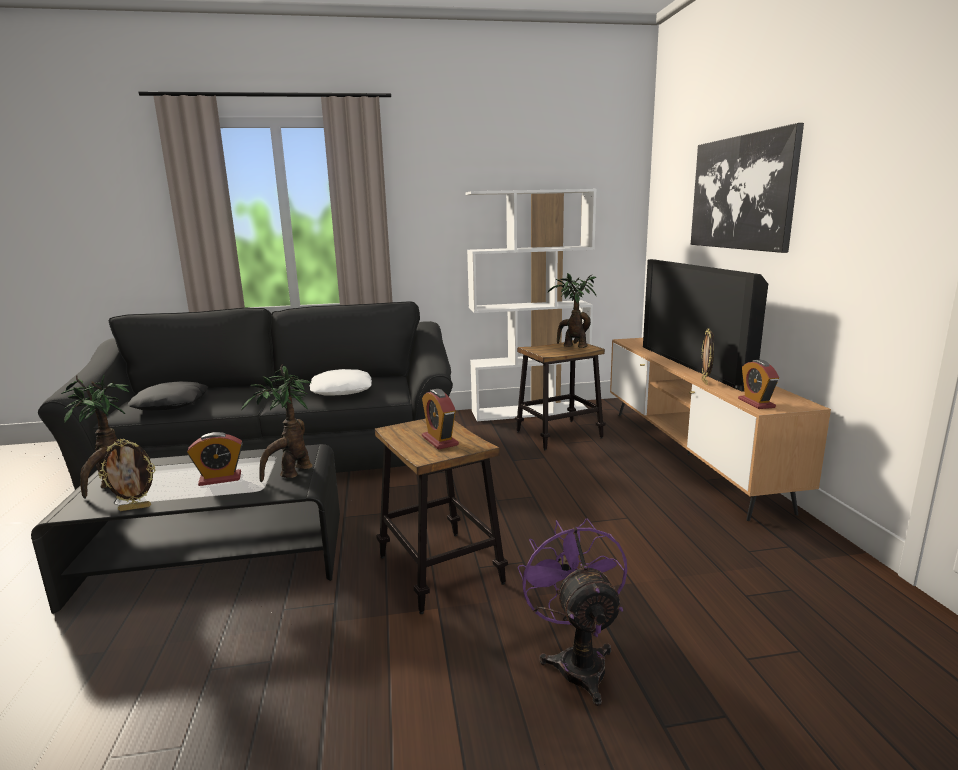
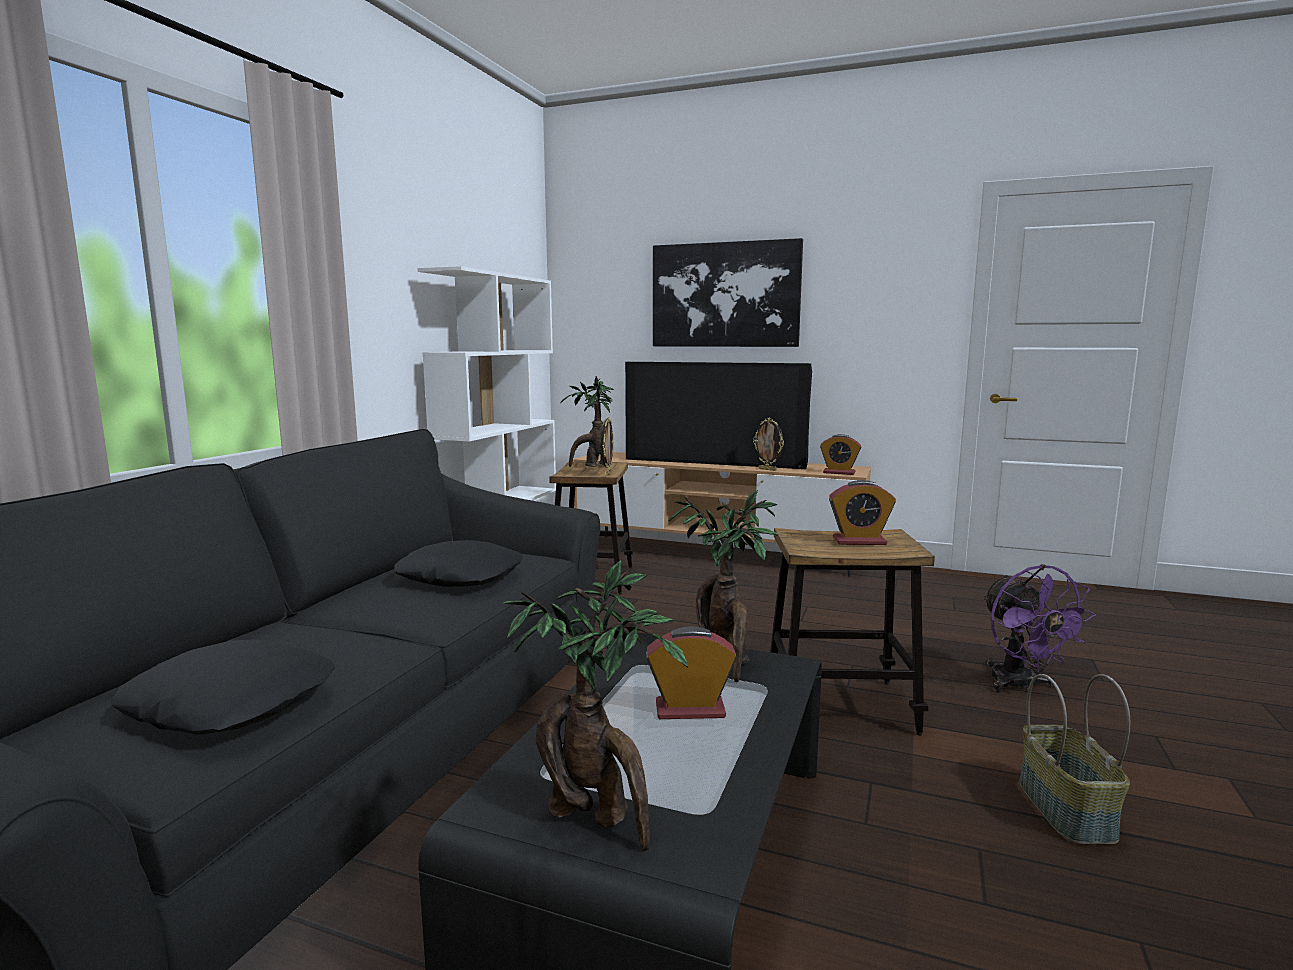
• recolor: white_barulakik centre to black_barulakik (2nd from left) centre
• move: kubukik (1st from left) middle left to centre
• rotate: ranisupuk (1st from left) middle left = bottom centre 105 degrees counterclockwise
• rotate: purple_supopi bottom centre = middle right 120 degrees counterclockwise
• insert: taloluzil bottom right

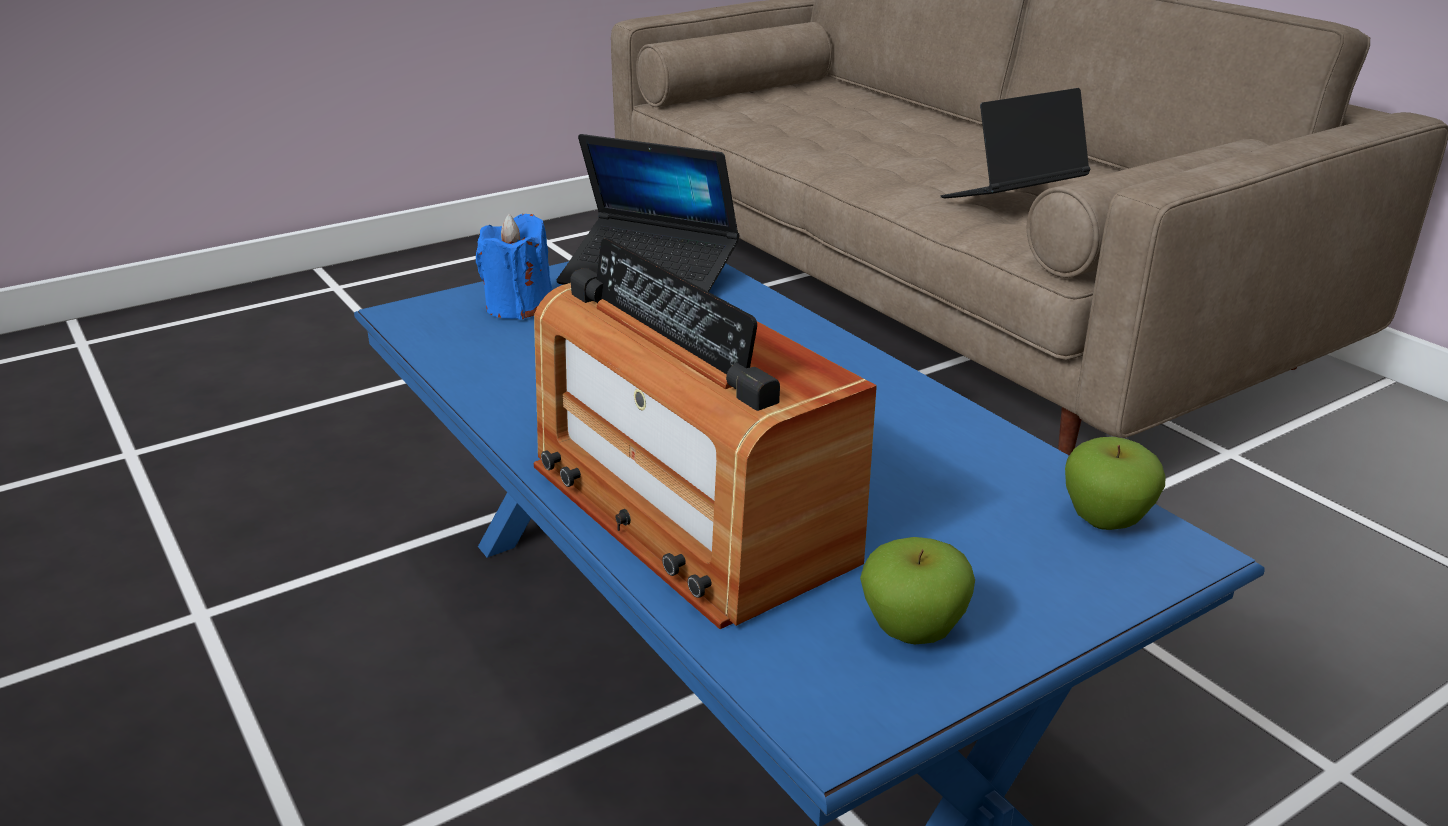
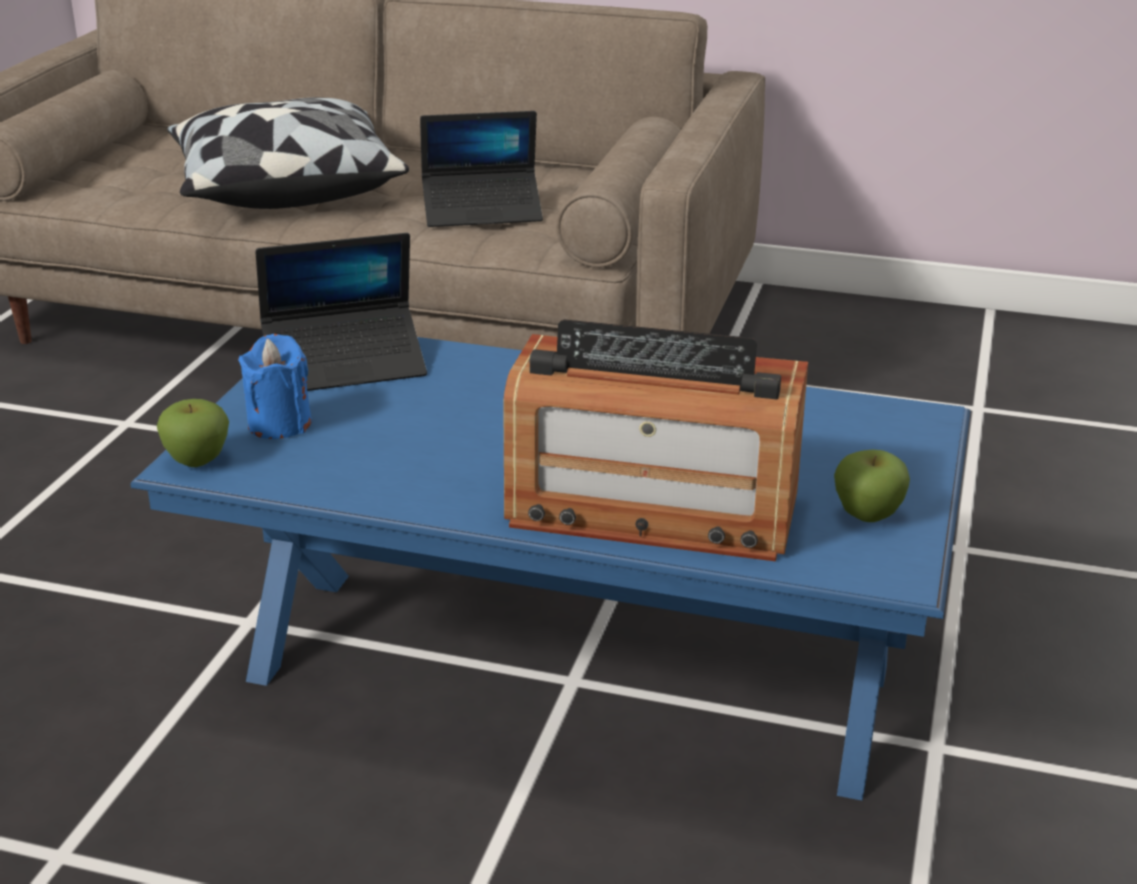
• move: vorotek (2nd from left in the first image) middle right to vorotek (1st from left) middle left
• insert: barulakik top left
• rotate: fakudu (2nd from left) top right = top centre 120 degrees counterclockwise

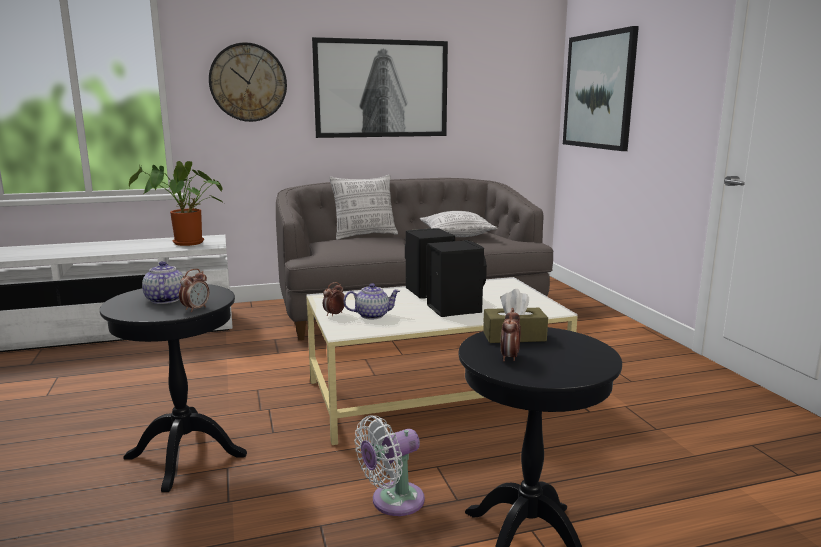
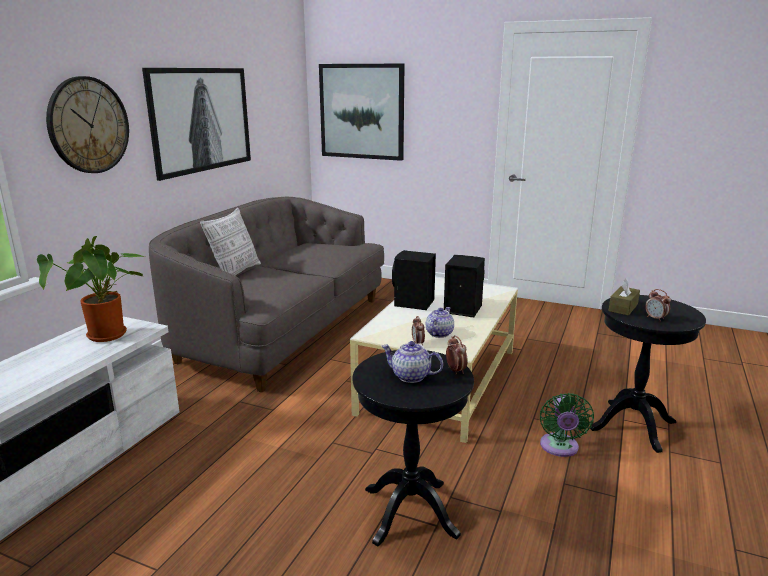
• recolor: white_supopi bottom centre to green_supopi bottom right
• delete: barulakik (2nd from left) centre

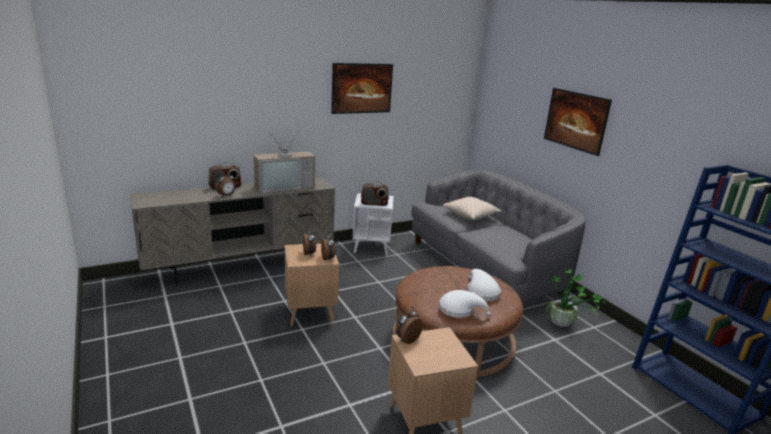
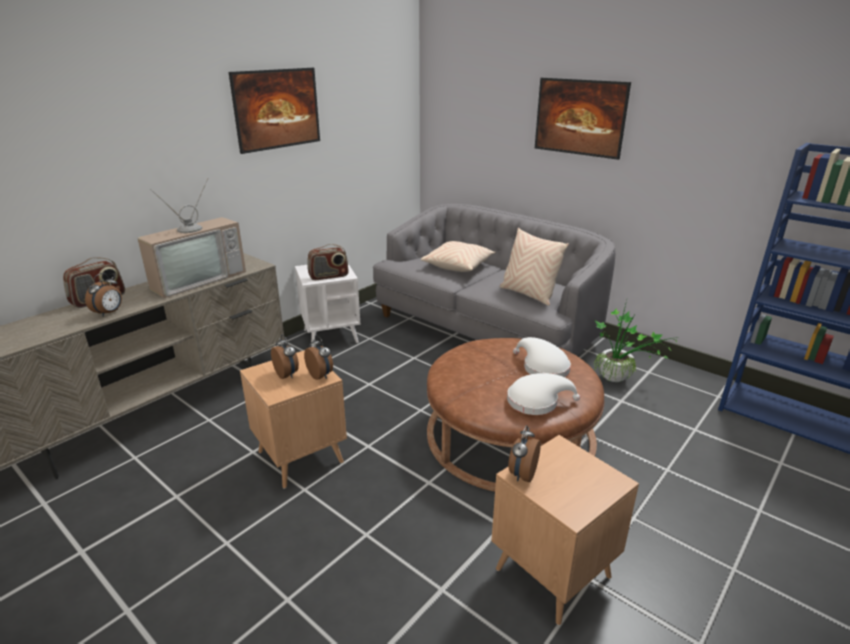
• insert: beige_barulakik (2nd from left) centre

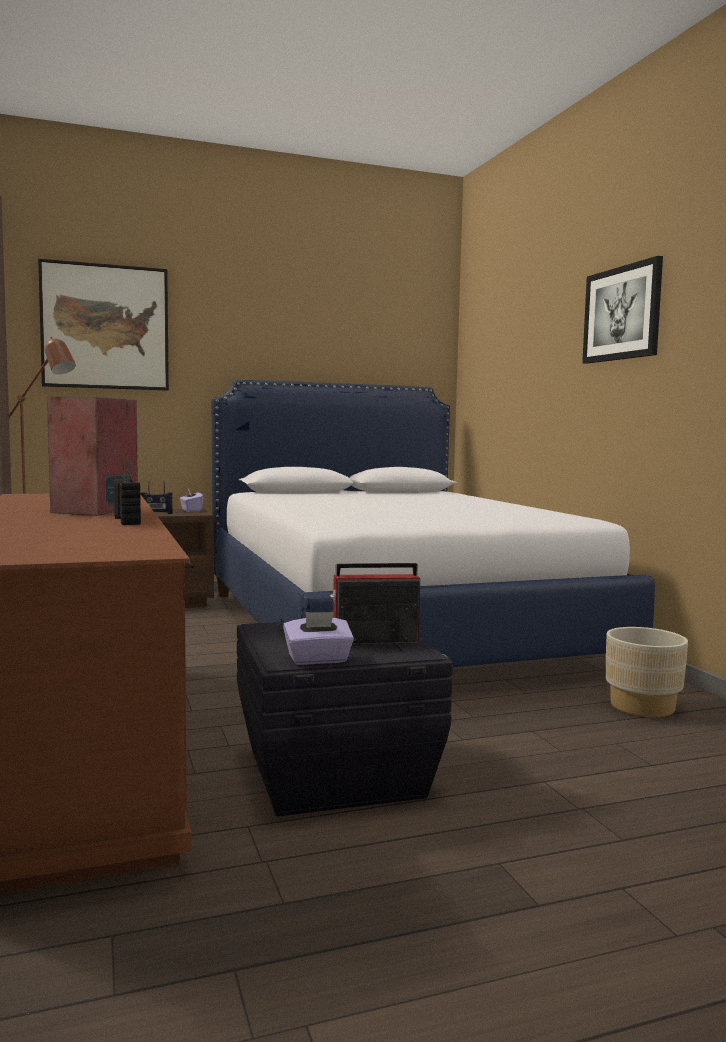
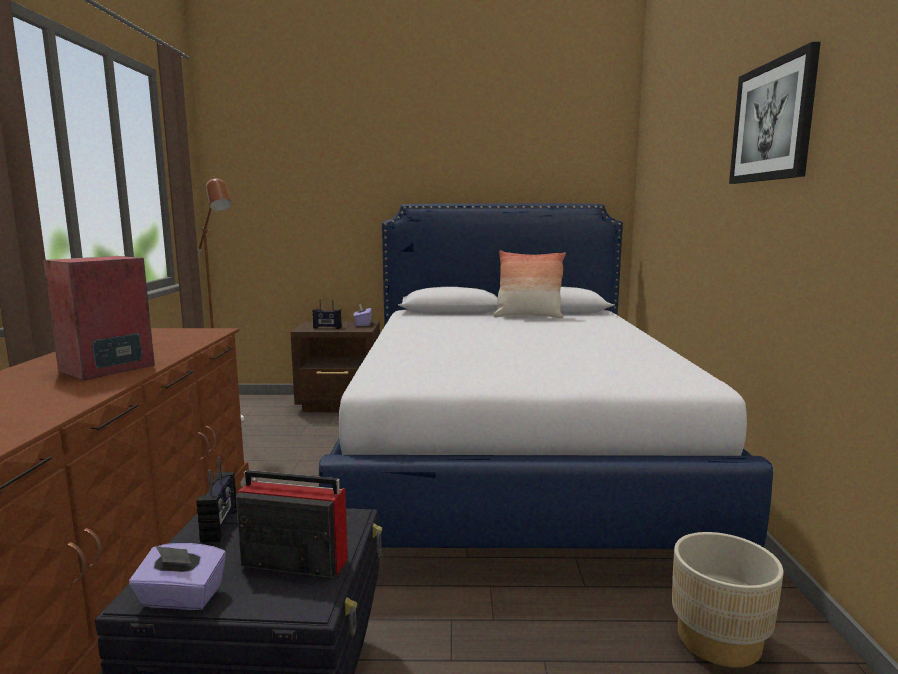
• move: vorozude (1st from left) middle left to bottom left
• insert: barulakik centre
• delete: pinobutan (1st from left) top left

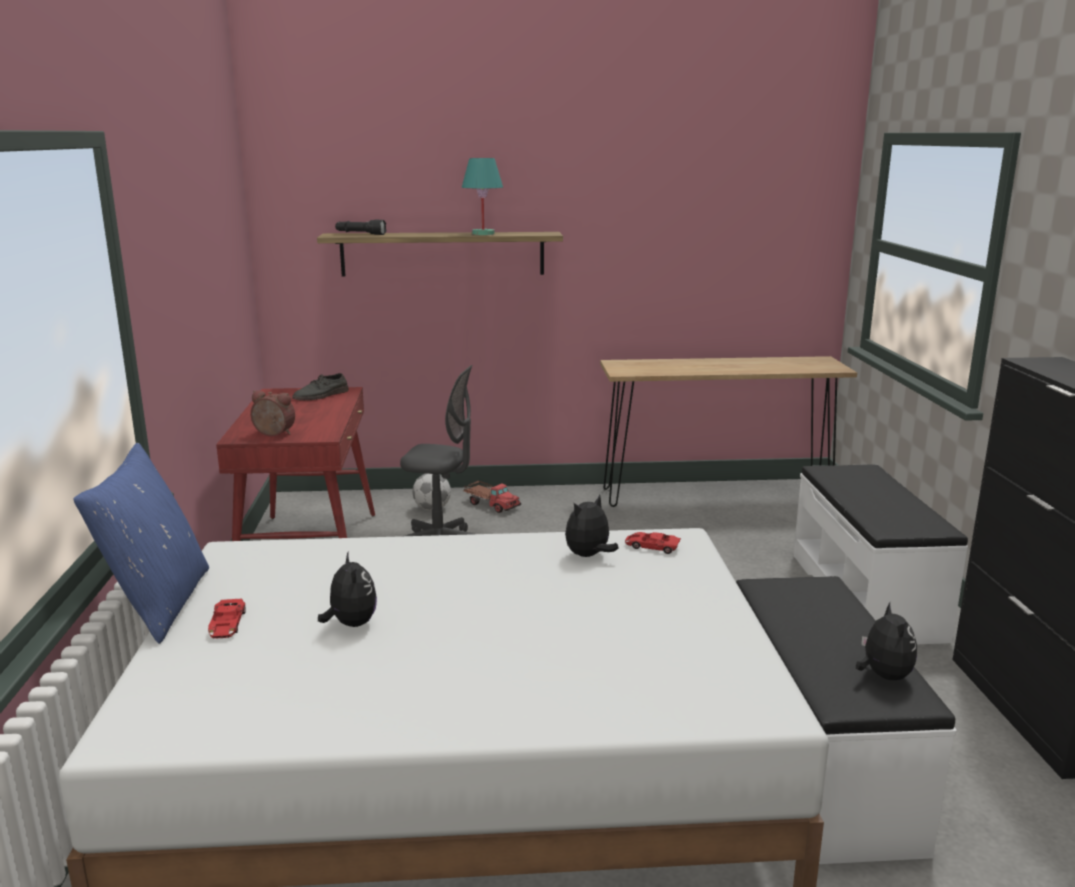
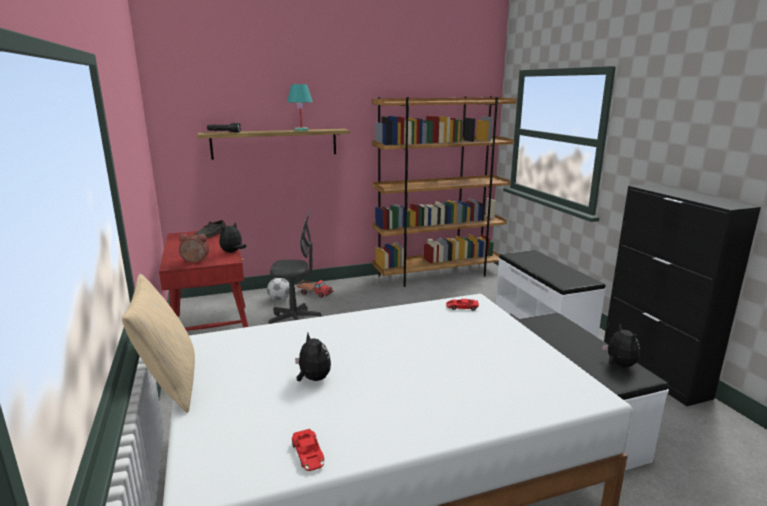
• recolor: blue_barulakik middle left to beige_barulakik bottom left
• move: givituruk (2nd from left in the first image) centre to givituruk (1st from left) middle left
• move: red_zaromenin (1st from left) bottom left to bottom centre
• replace: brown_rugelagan middle right to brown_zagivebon centre

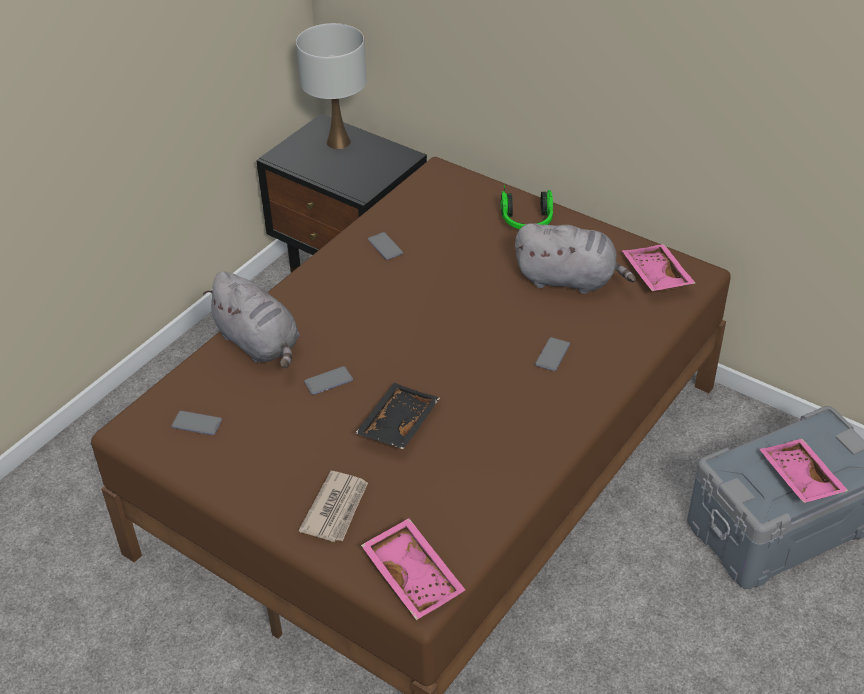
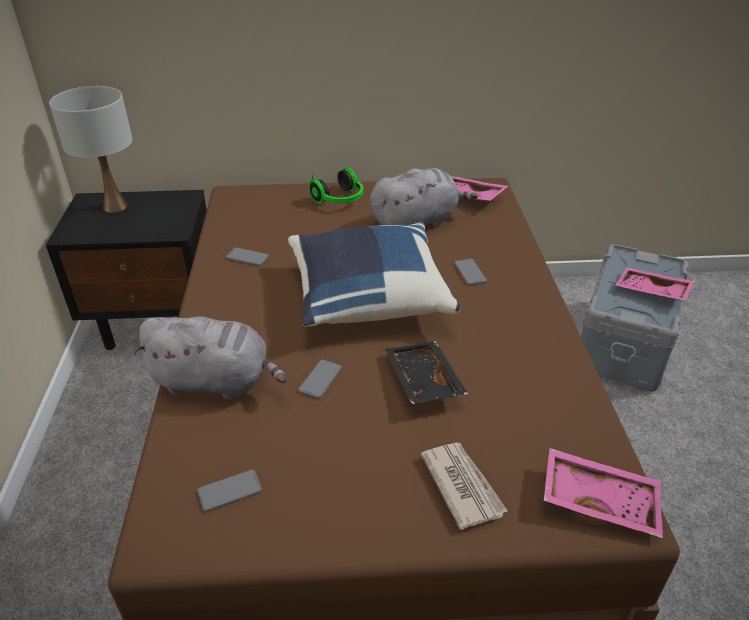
• insert: blue_barulakik centre

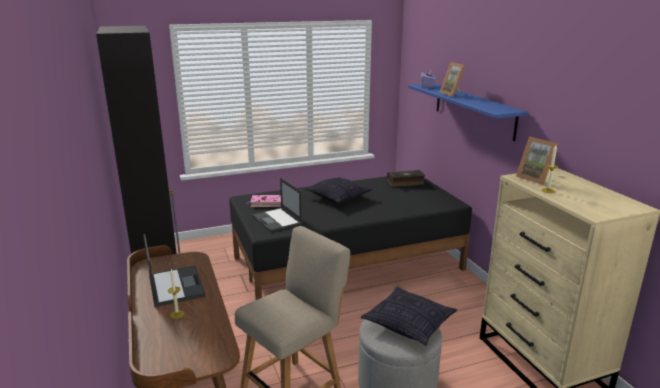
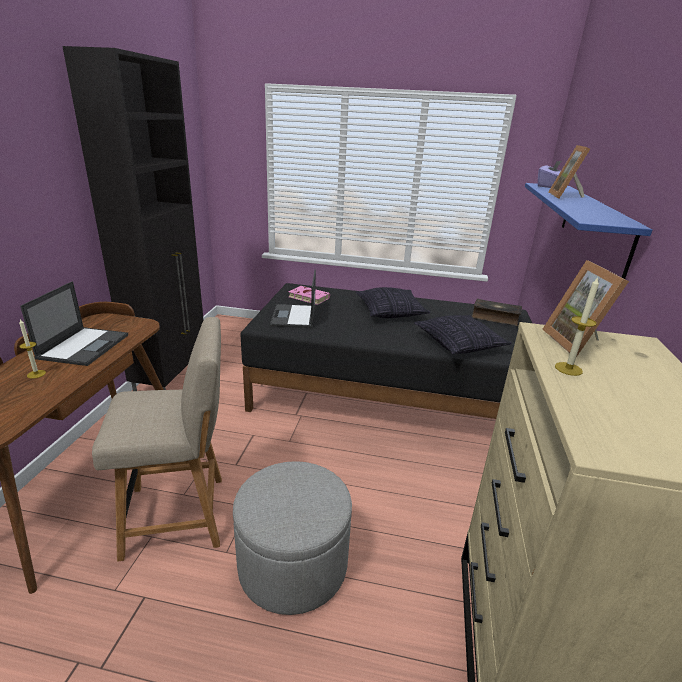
• move: barulakik (2nd from left) bottom centre to middle right

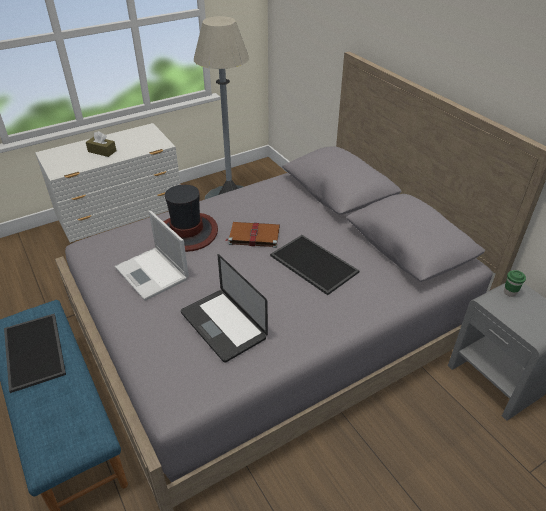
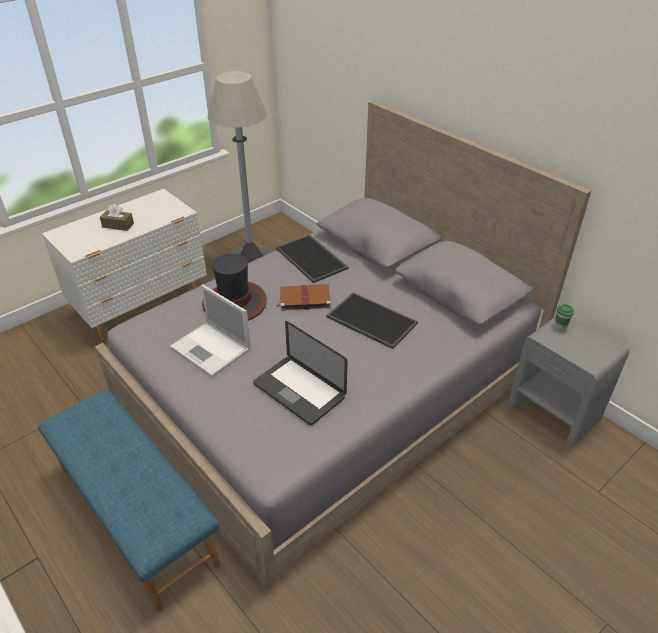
• move: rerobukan (1st from left) bottom left to centre

